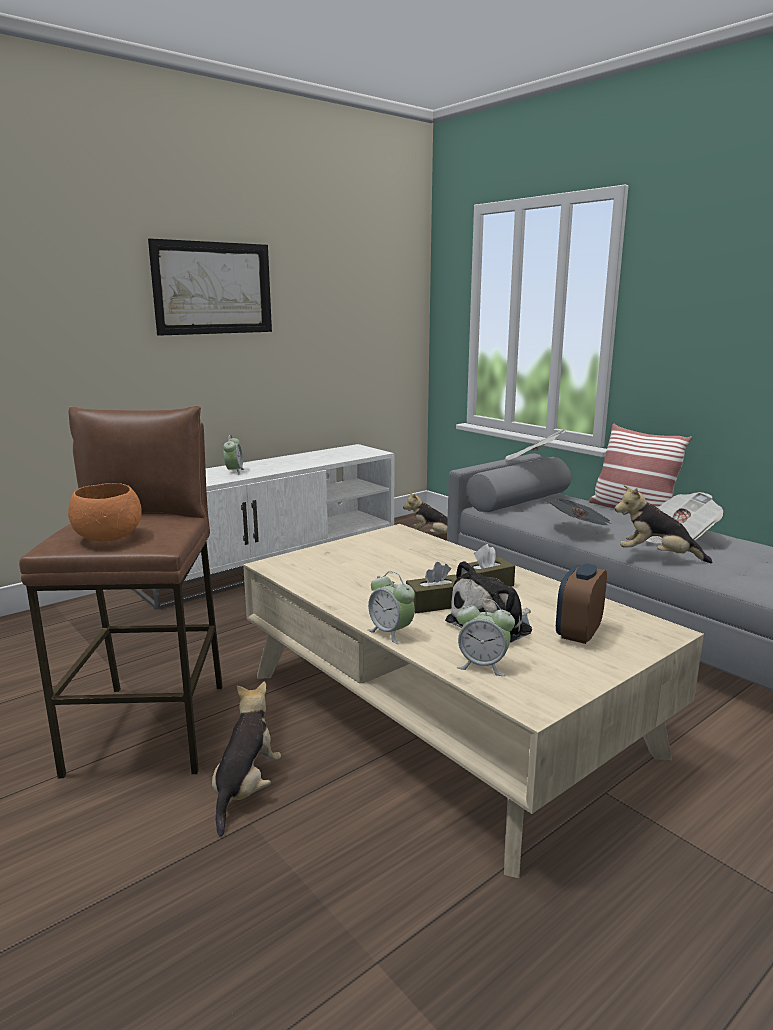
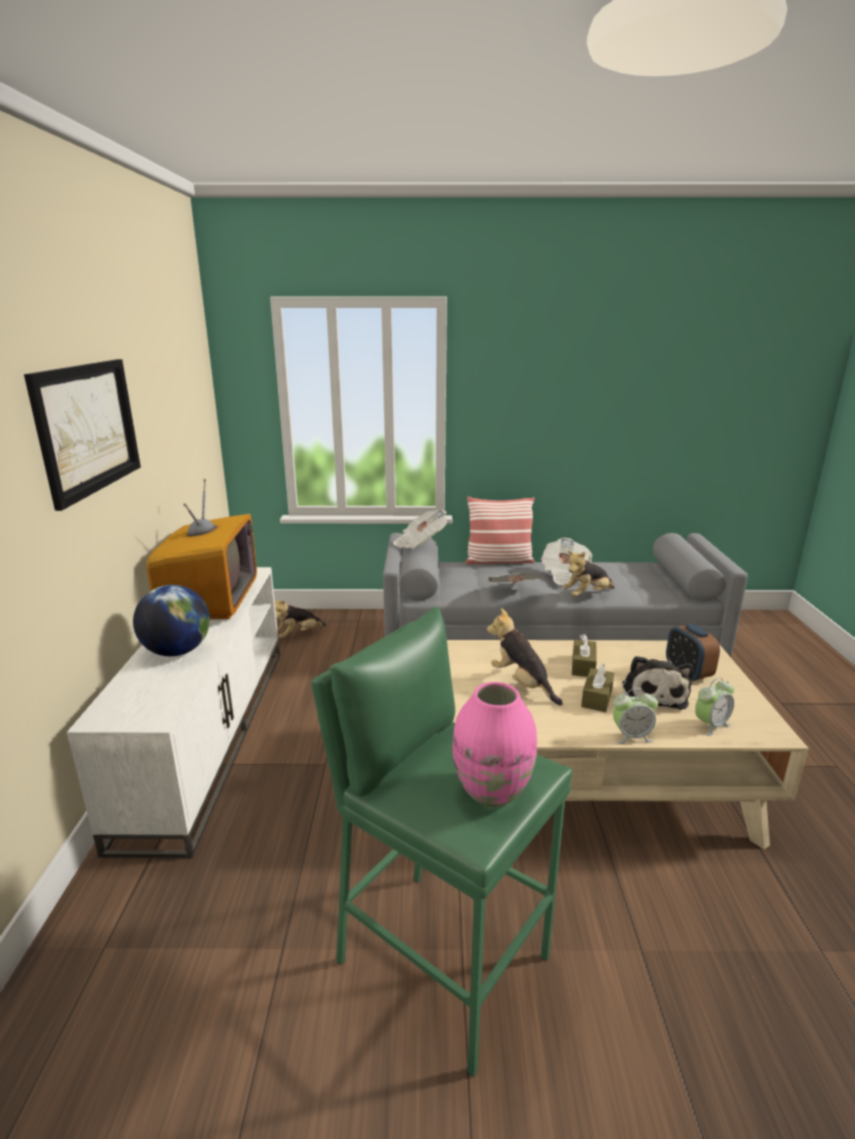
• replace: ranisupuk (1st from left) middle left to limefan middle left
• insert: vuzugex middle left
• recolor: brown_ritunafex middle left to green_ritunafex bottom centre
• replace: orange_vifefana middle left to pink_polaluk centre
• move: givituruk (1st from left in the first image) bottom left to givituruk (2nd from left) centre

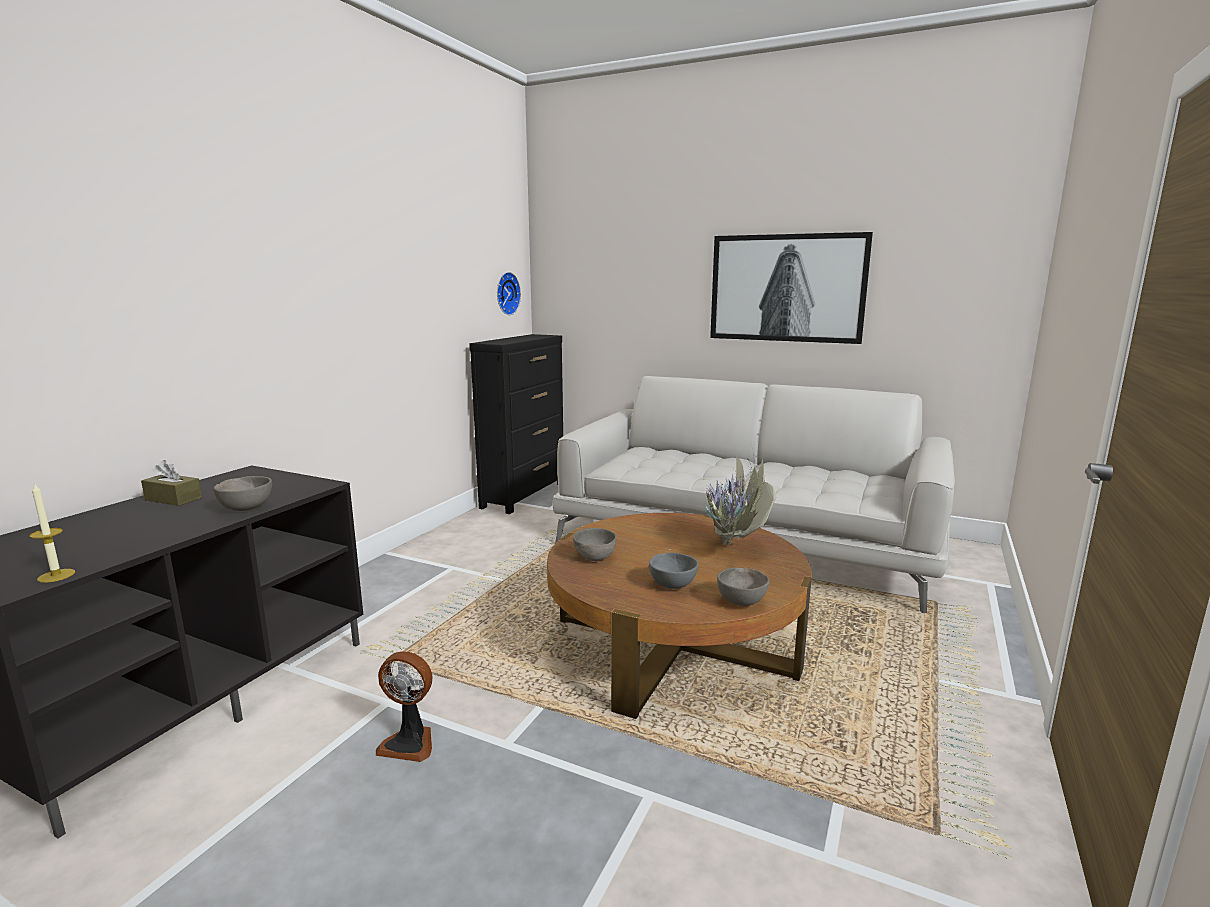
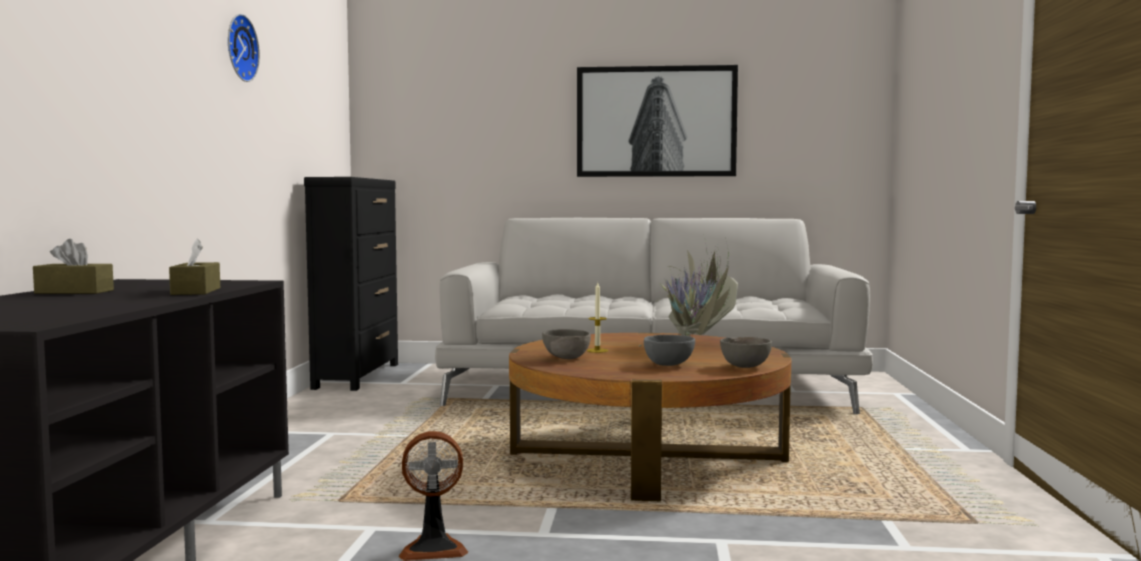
• replace: grey_vifefana (1st from left) middle left to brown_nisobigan (2nd from left) middle left
• move: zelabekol top centre to top left
• move: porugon middle left to centre

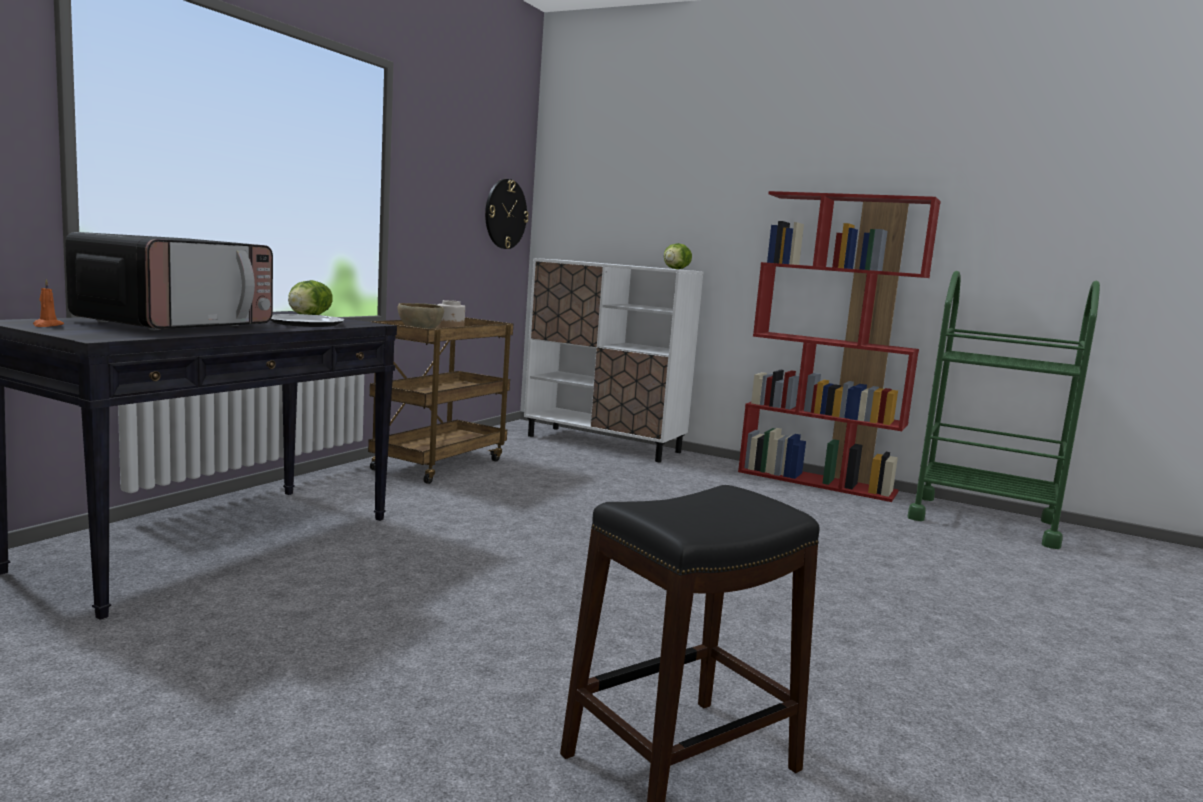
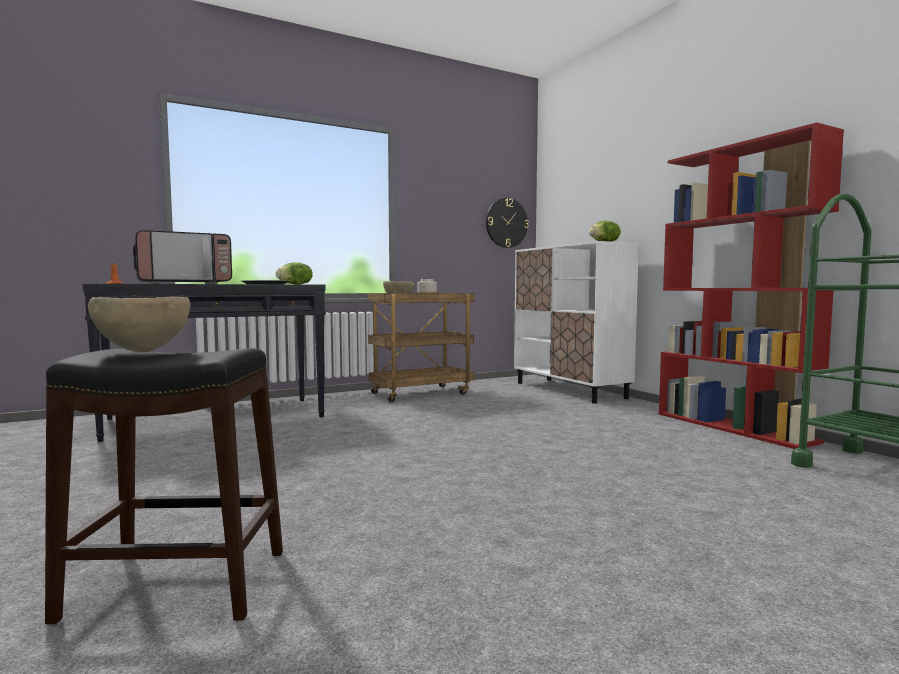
• insert: brown_vifefana (1st from left) middle left

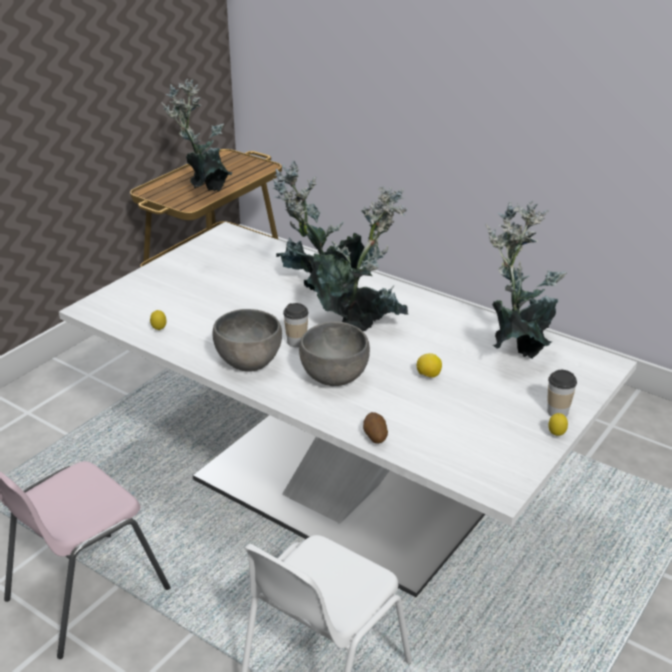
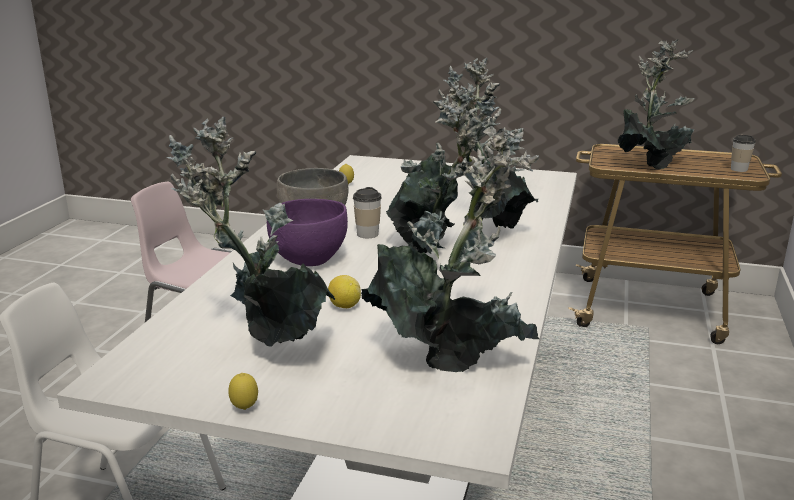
• insert: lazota (1st from left) middle left
• recolor: grey_vifefana (2nd from left) centre to purple_vifefana centre
• move: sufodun (2nd from left) middle right to top right
• delete: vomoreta centre

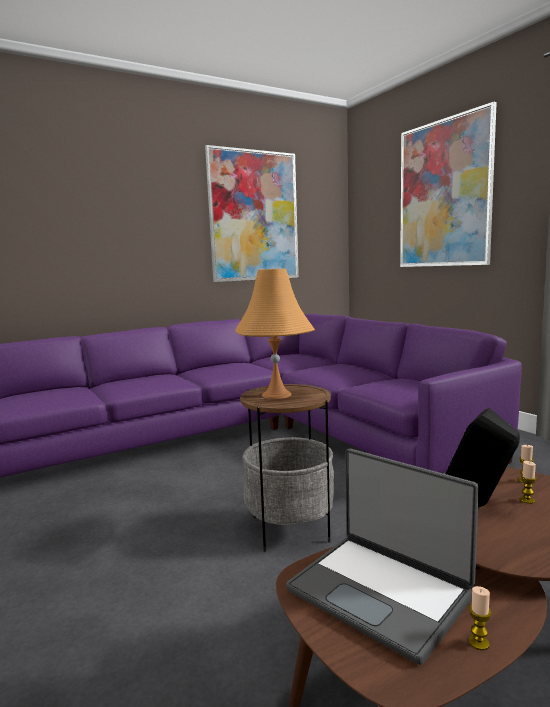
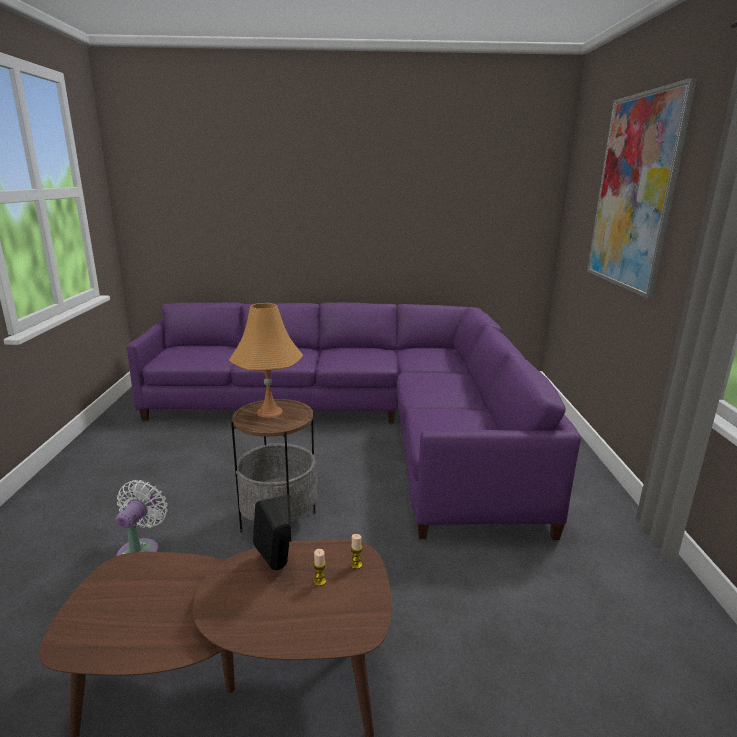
• insert: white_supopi bottom left
• delete: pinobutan (1st from left) top centre
• delete: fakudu bottom right
• delete: porugon (1st from left) bottom right

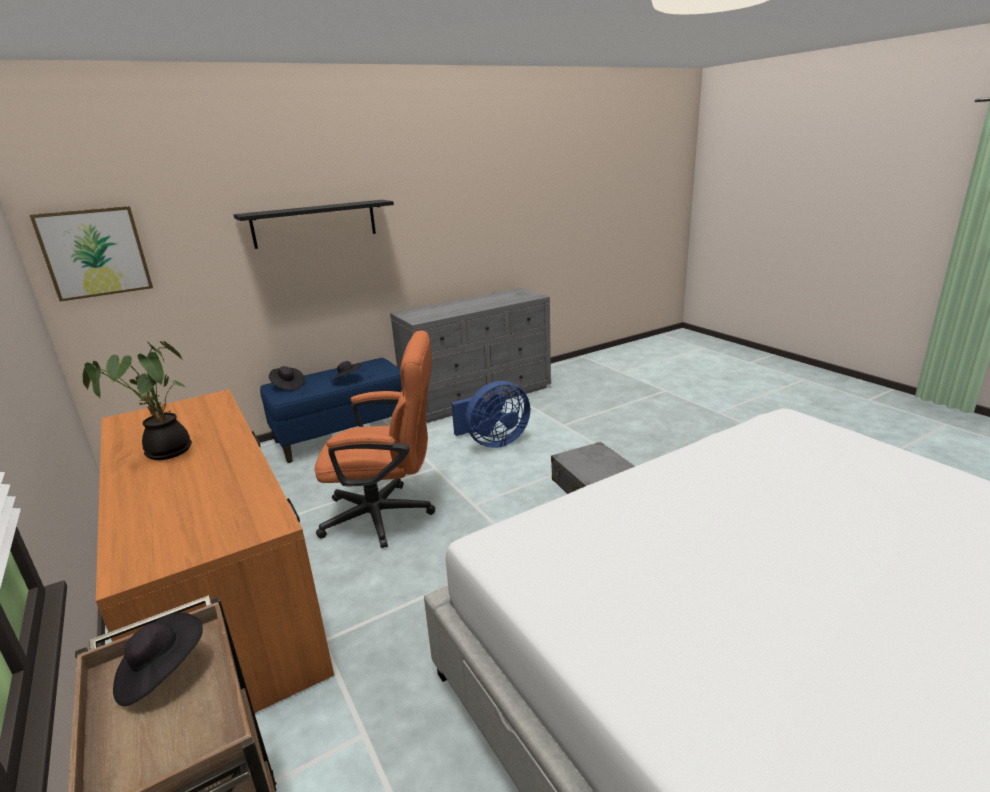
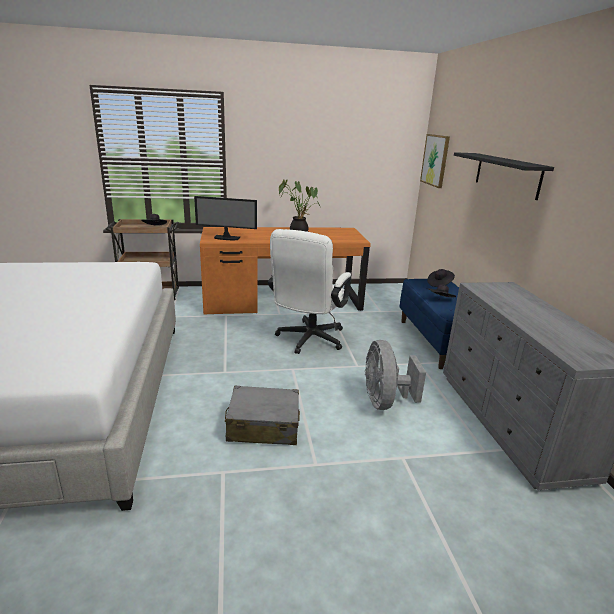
• insert: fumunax centre
• recolor: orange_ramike centre to white_ramike centre
• recolor: blue_supopi centre to grey_supopi centre

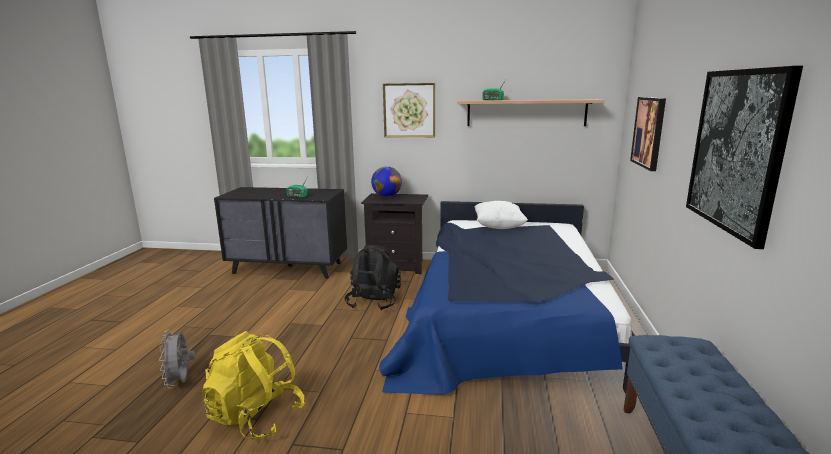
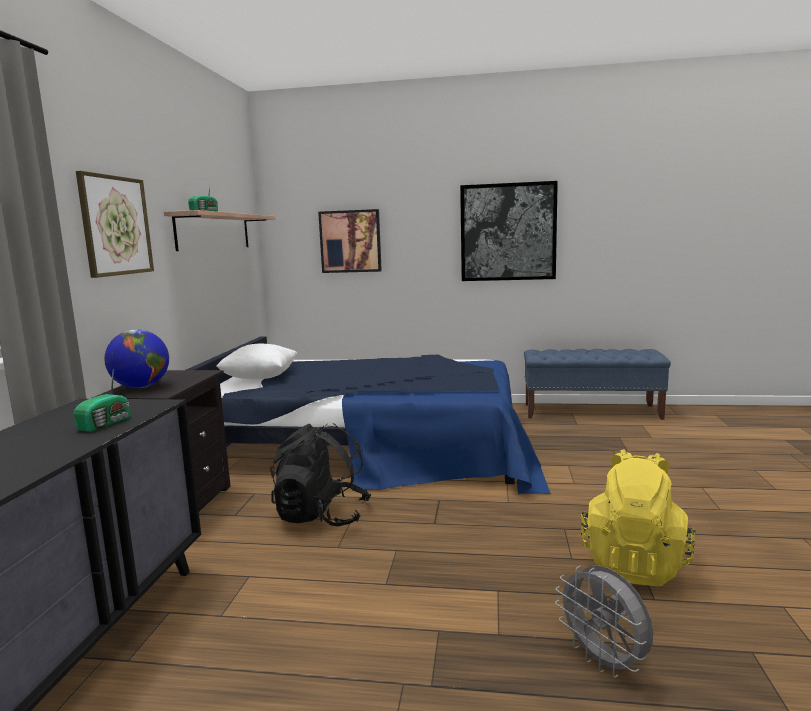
• rotate: grey_supopi bottom left = bottom right 75 degrees clockwise

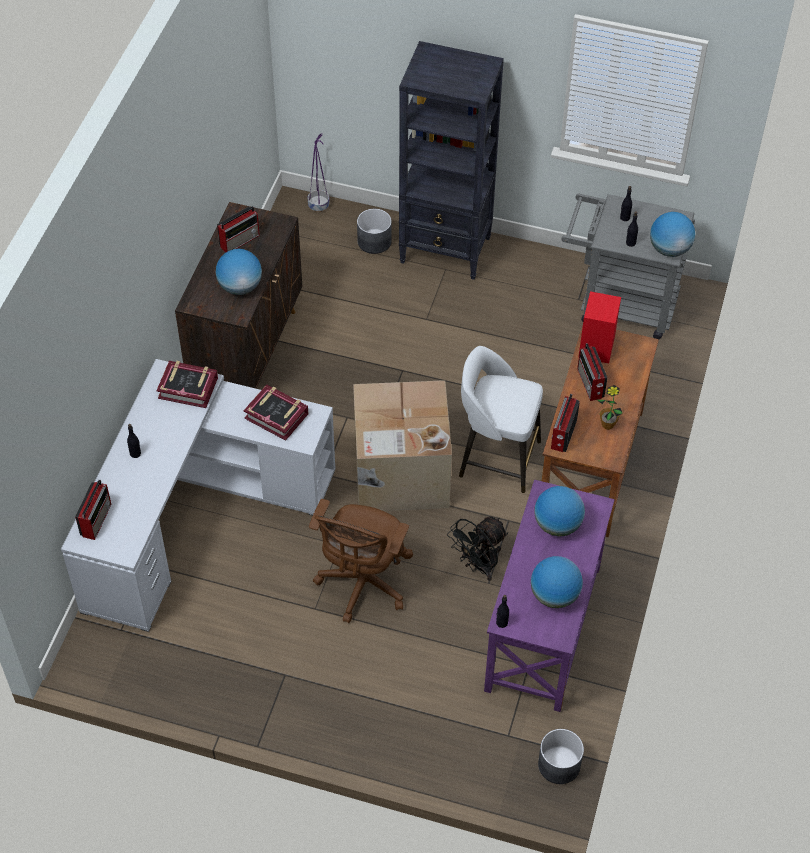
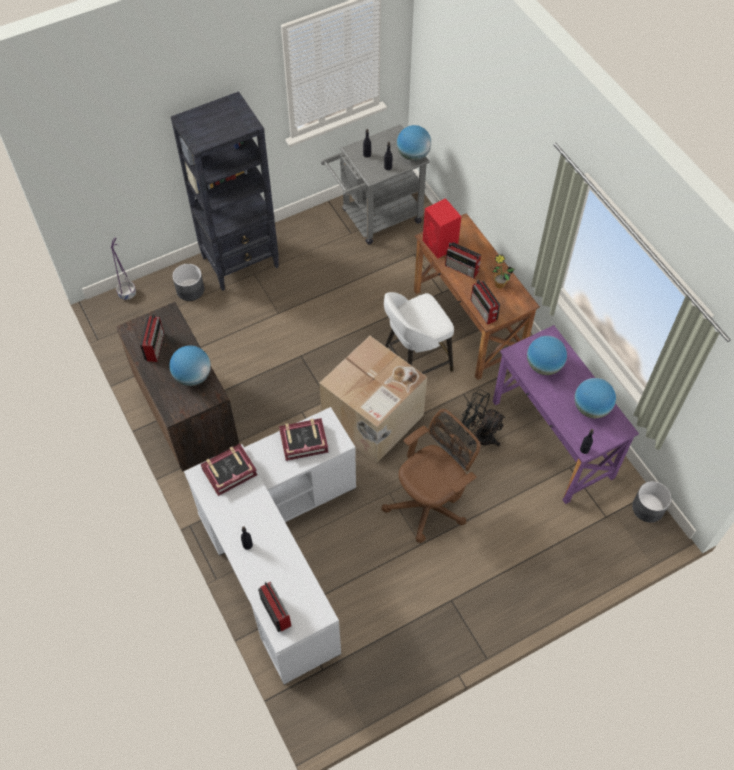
• rotate: brown_ramike centre = centre 105 degrees counterclockwise
• rotate: black_supopi centre = centre 120 degrees clockwise

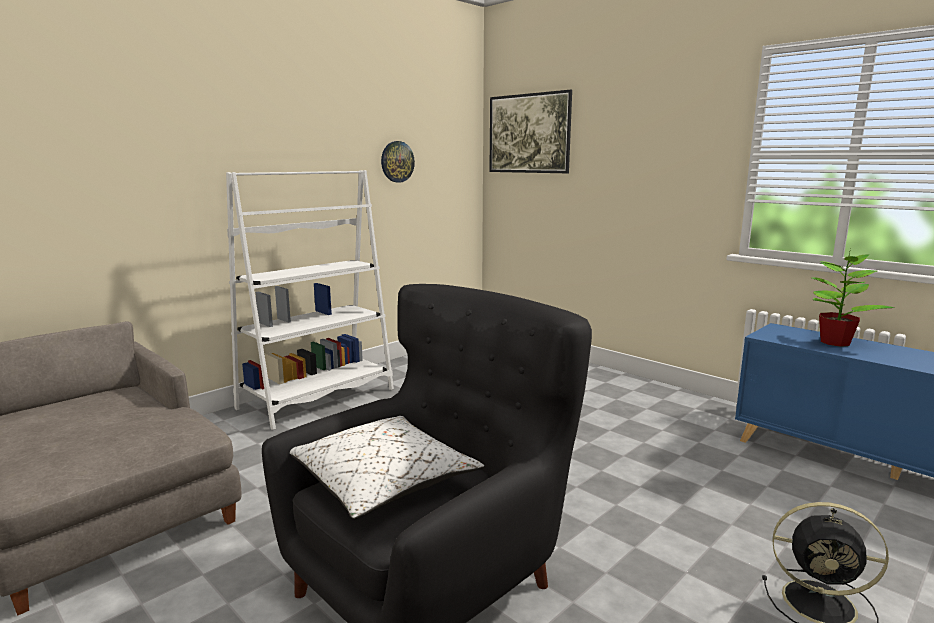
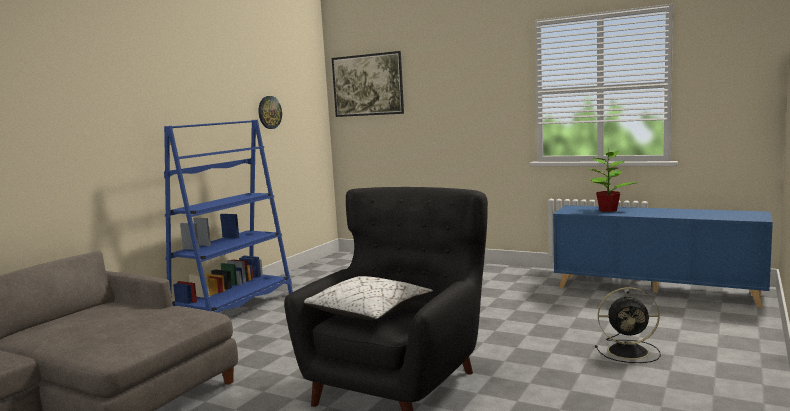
• recolor: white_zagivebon middle left to blue_zagivebon middle left

